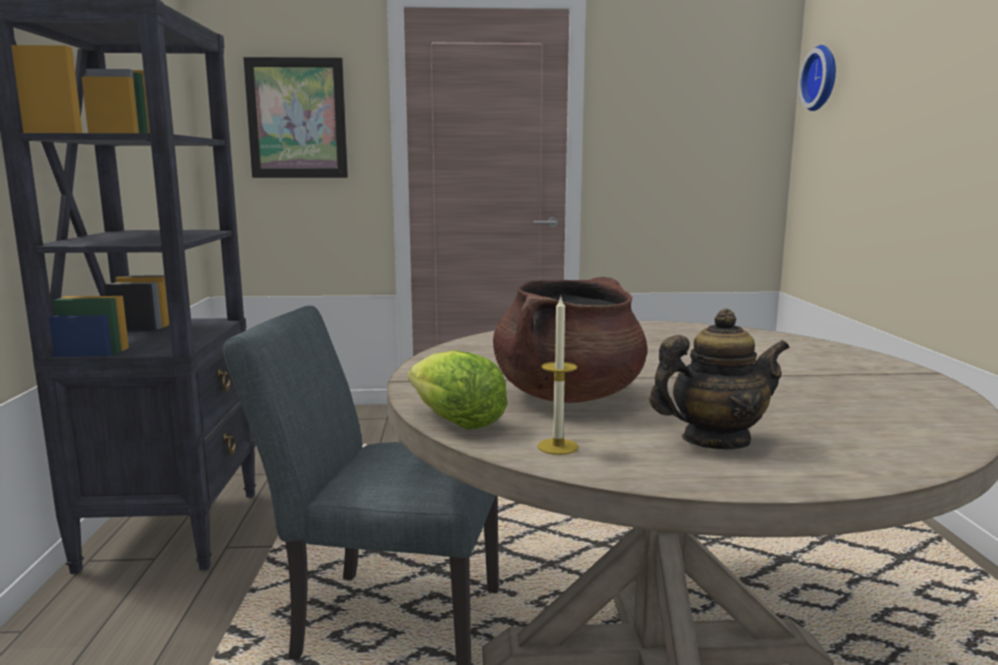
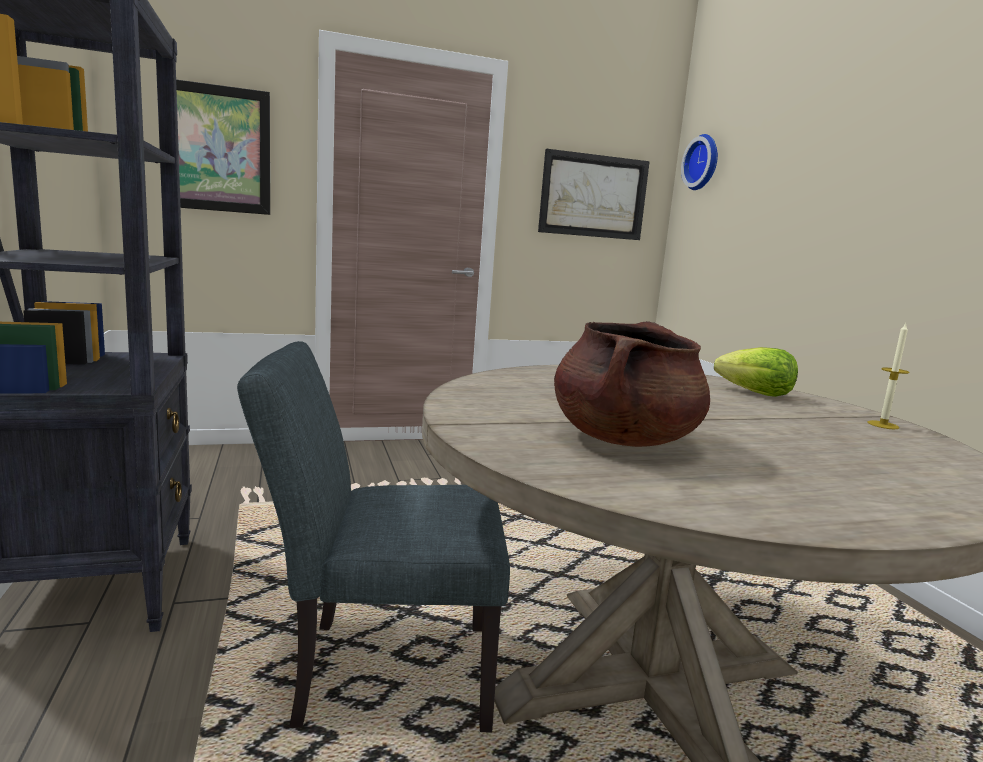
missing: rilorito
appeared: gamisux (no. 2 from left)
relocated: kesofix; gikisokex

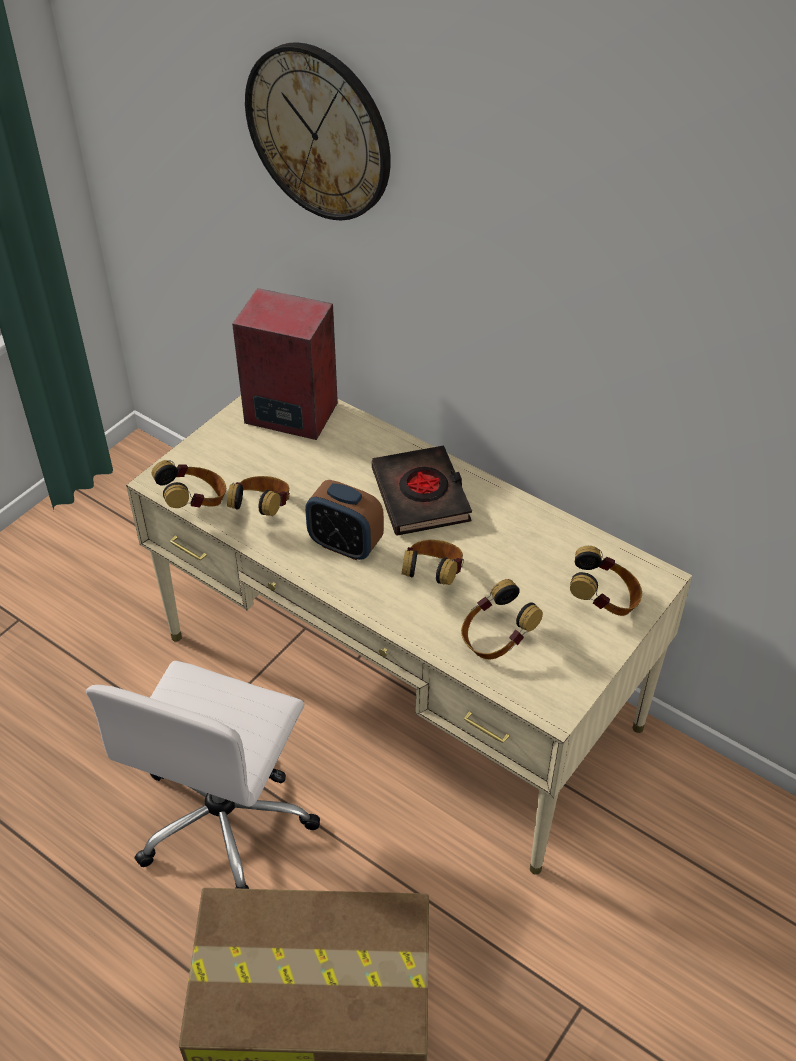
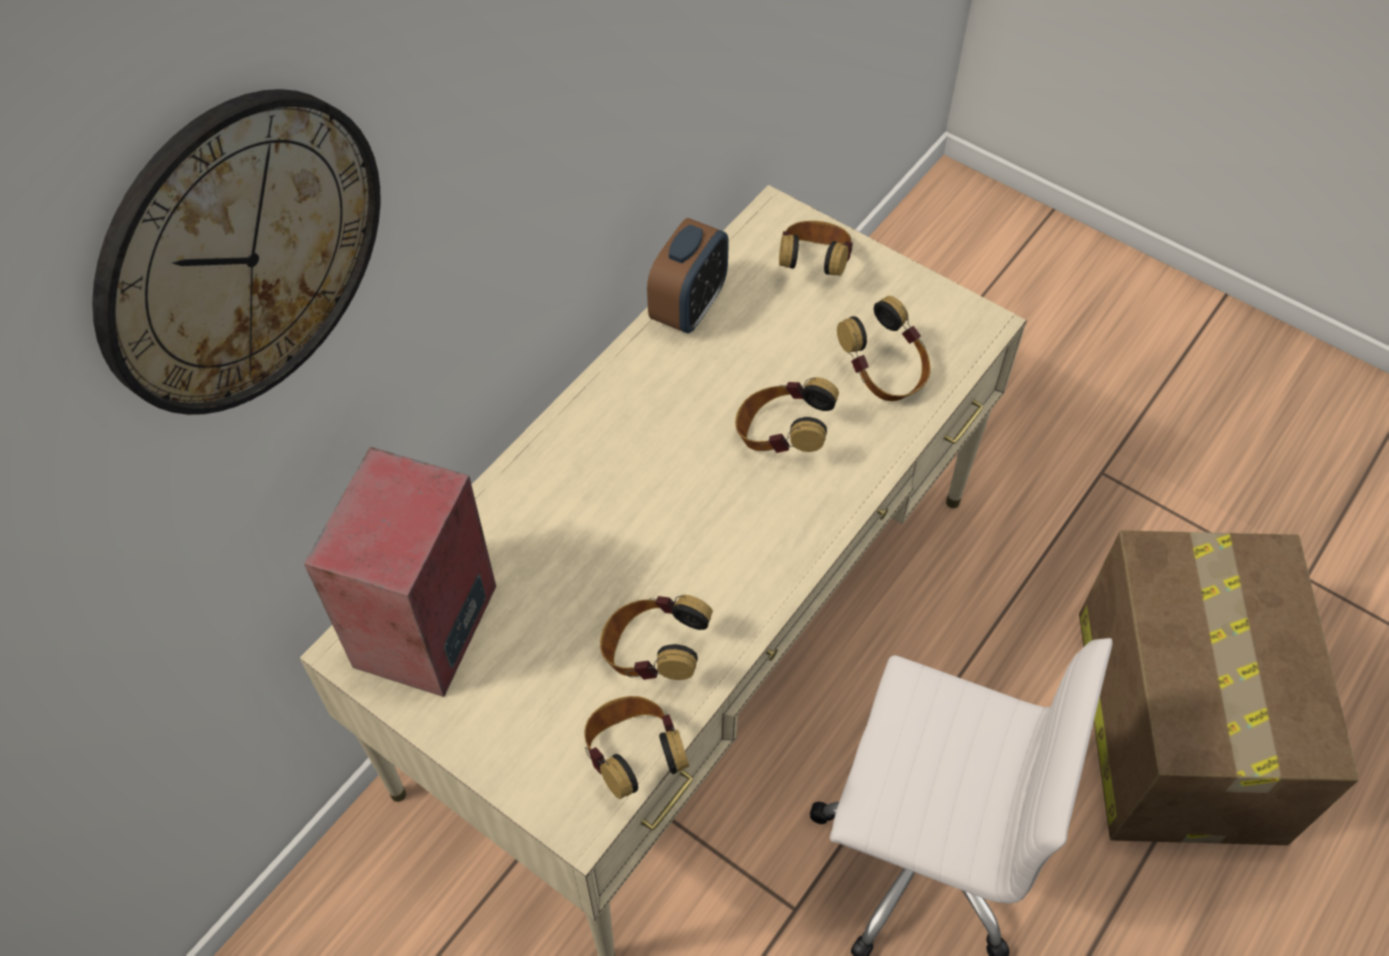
missing: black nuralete
relocated: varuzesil

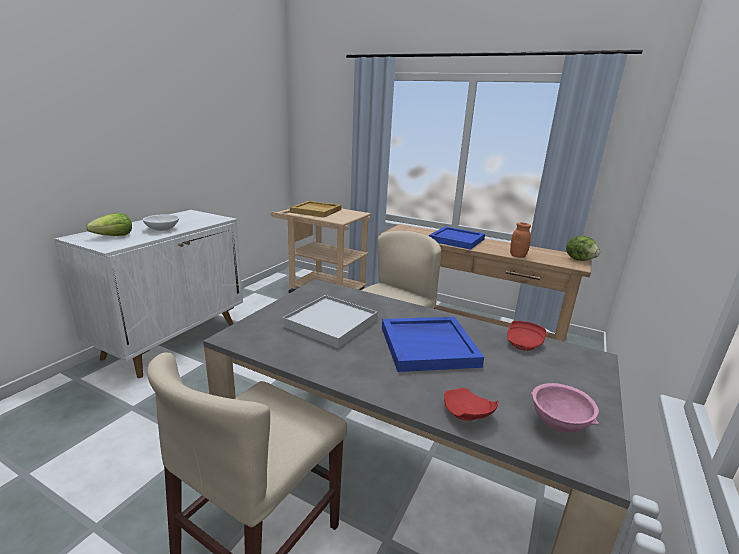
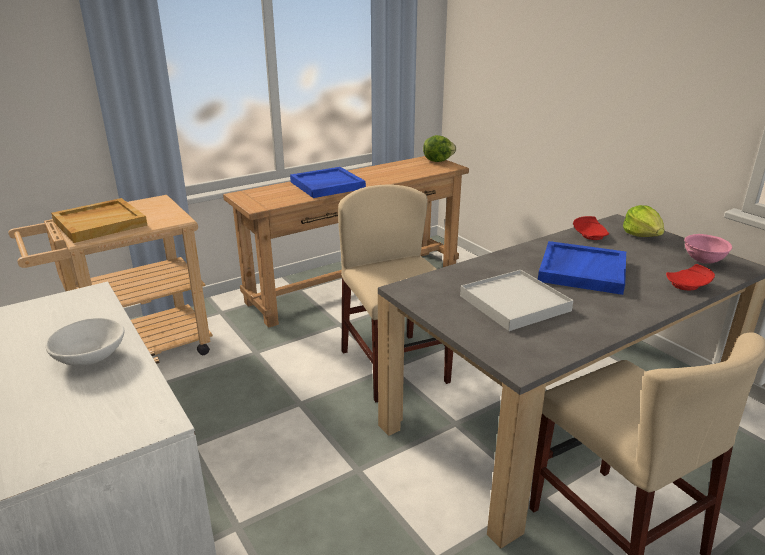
missing: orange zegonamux
relocated: kesofix (no. 1 from left in the first image) to kesofix (no. 2 from left)

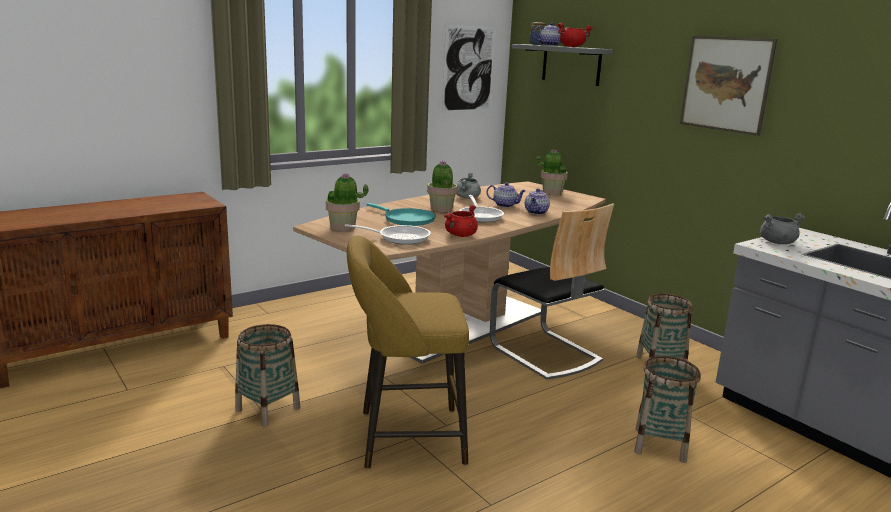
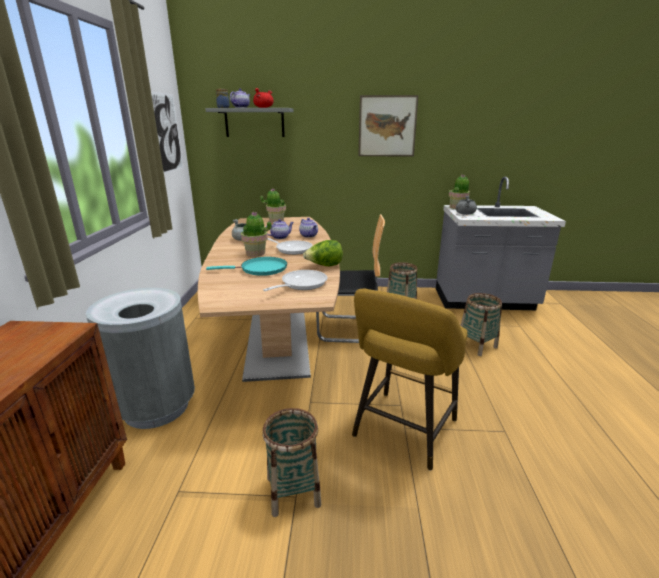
appeared: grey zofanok
relocated: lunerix (no. 1 from left in the first image) to lunerix (no. 3 from left)
exchanged: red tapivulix (no. 1 from left) to kesofix

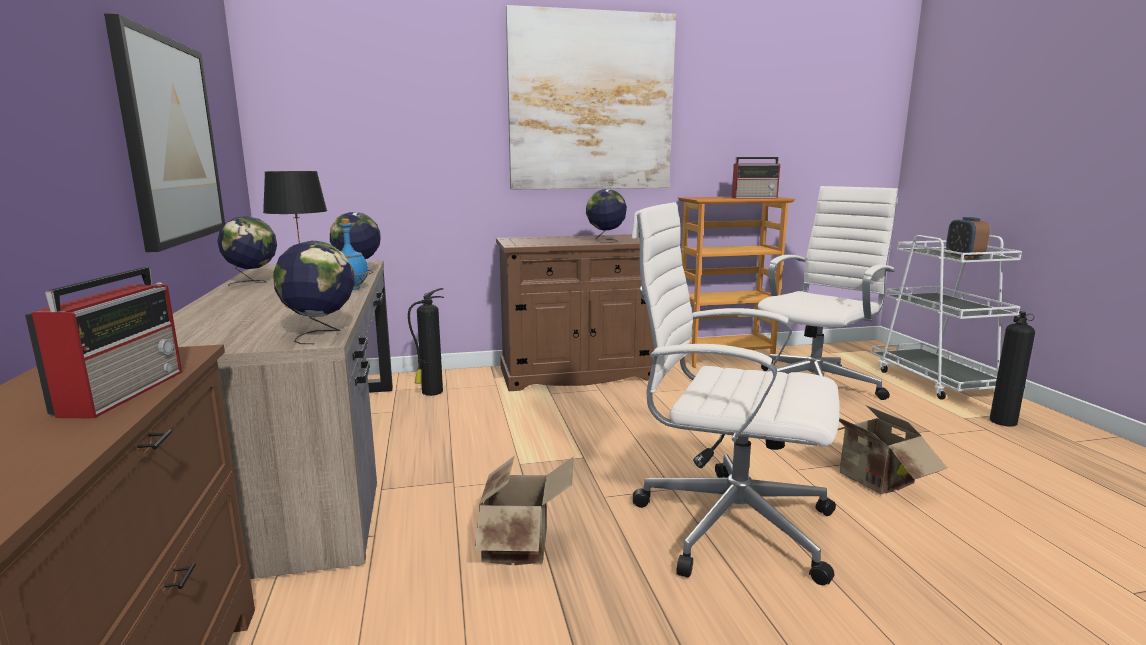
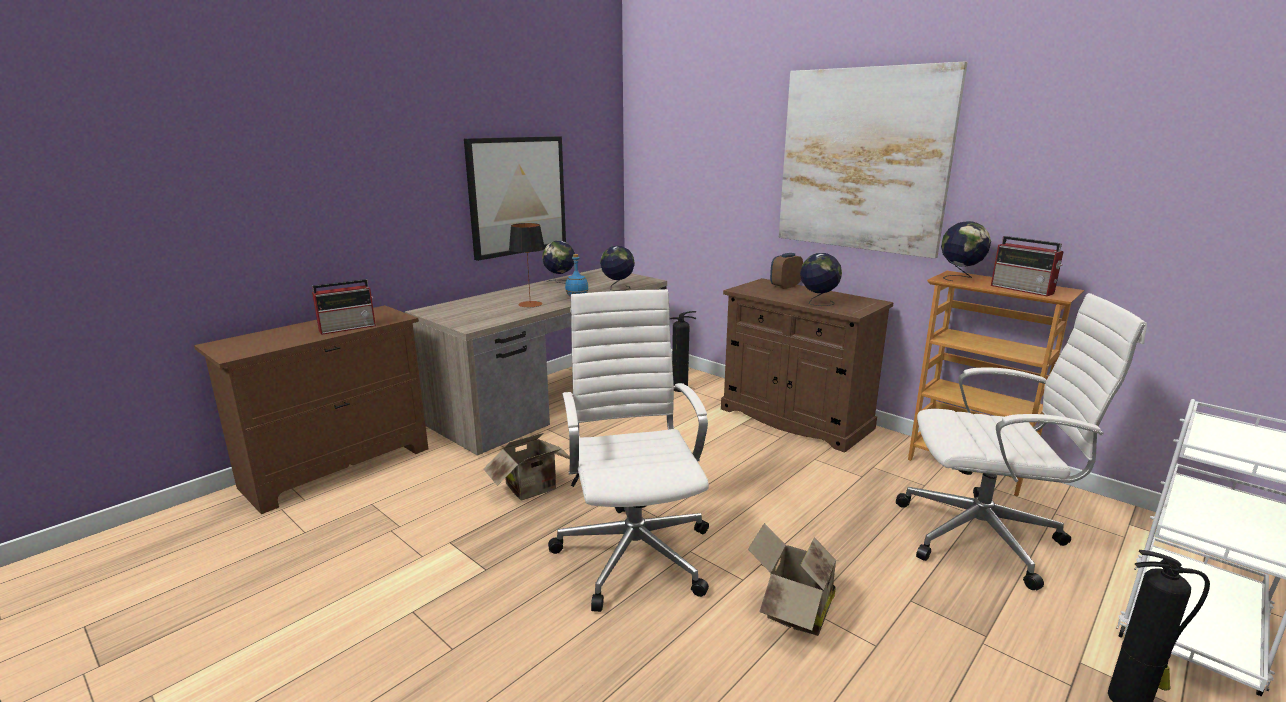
relocated: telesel (no. 2 from left in the first image) to telesel (no. 4 from left); varuzesil

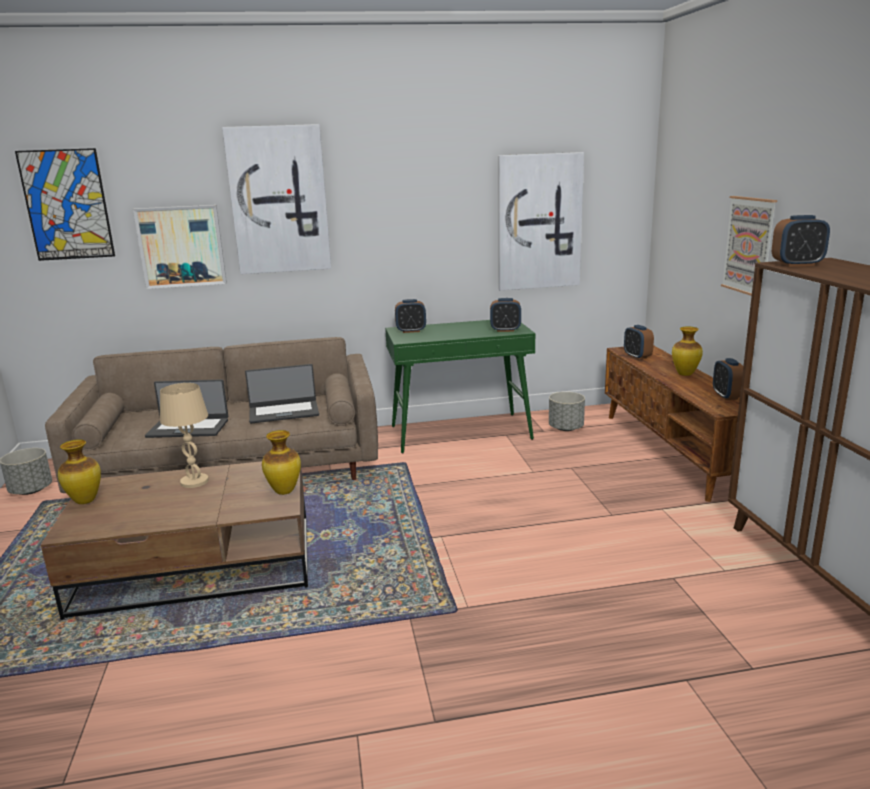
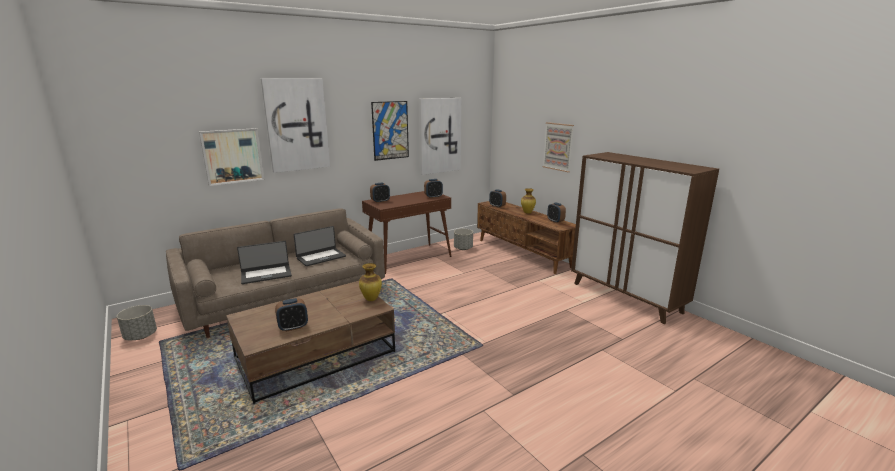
missing: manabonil (no. 1 from left); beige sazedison
relocated: gamisux (no. 1 from left in the first image) to gamisux (no. 3 from left); varuzesil (no. 5 from left in the first image) to varuzesil (no. 1 from left)
colour: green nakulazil to brown nakulazil

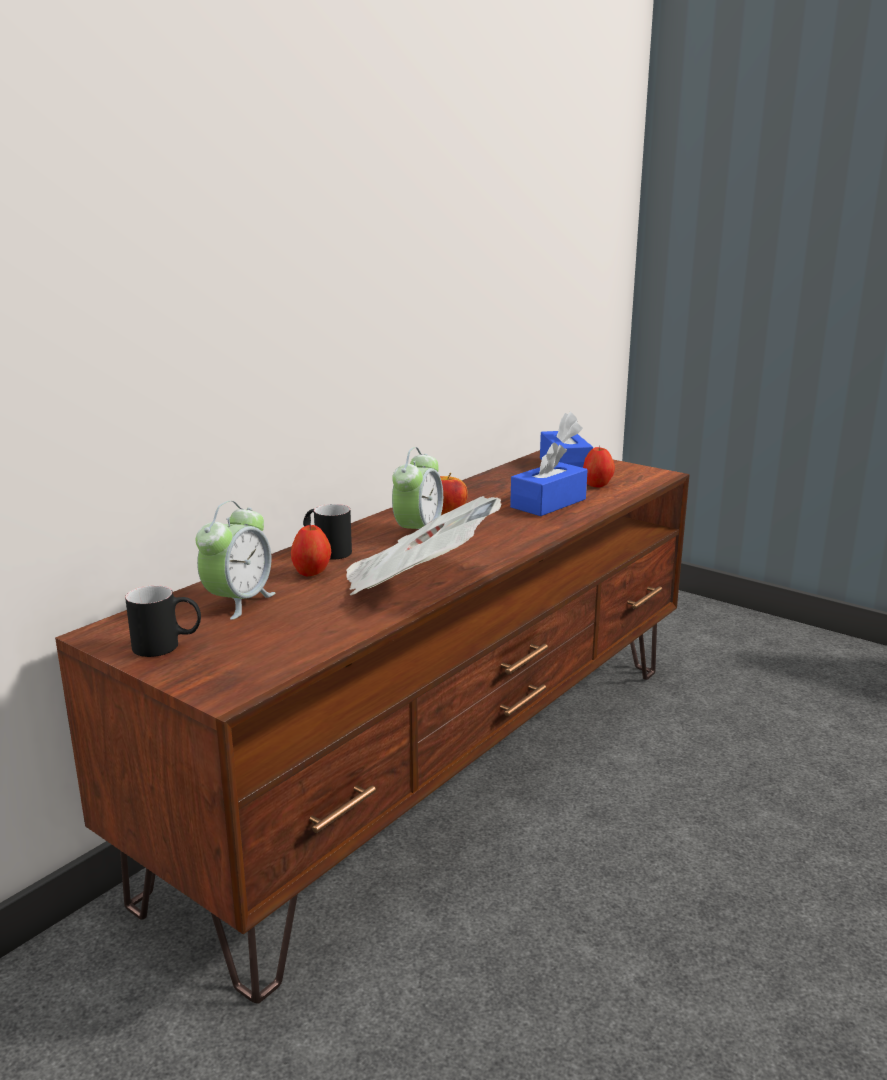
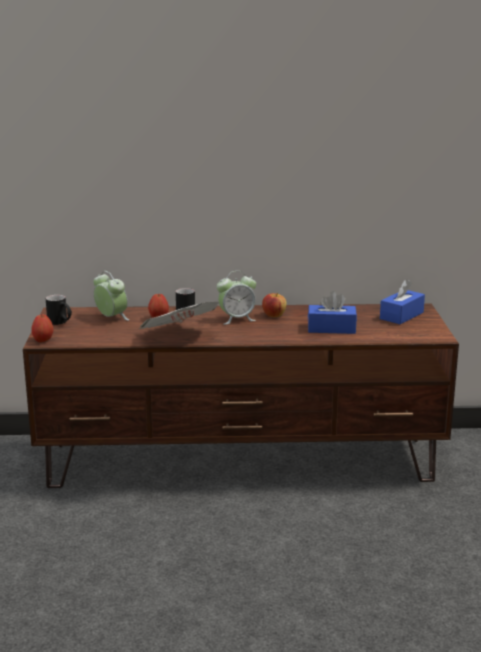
relocated: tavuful (no. 3 from left in the first image) to tavuful (no. 1 from left)
spun: varuzesil (no. 1 from left) 120 degrees counterclockwise

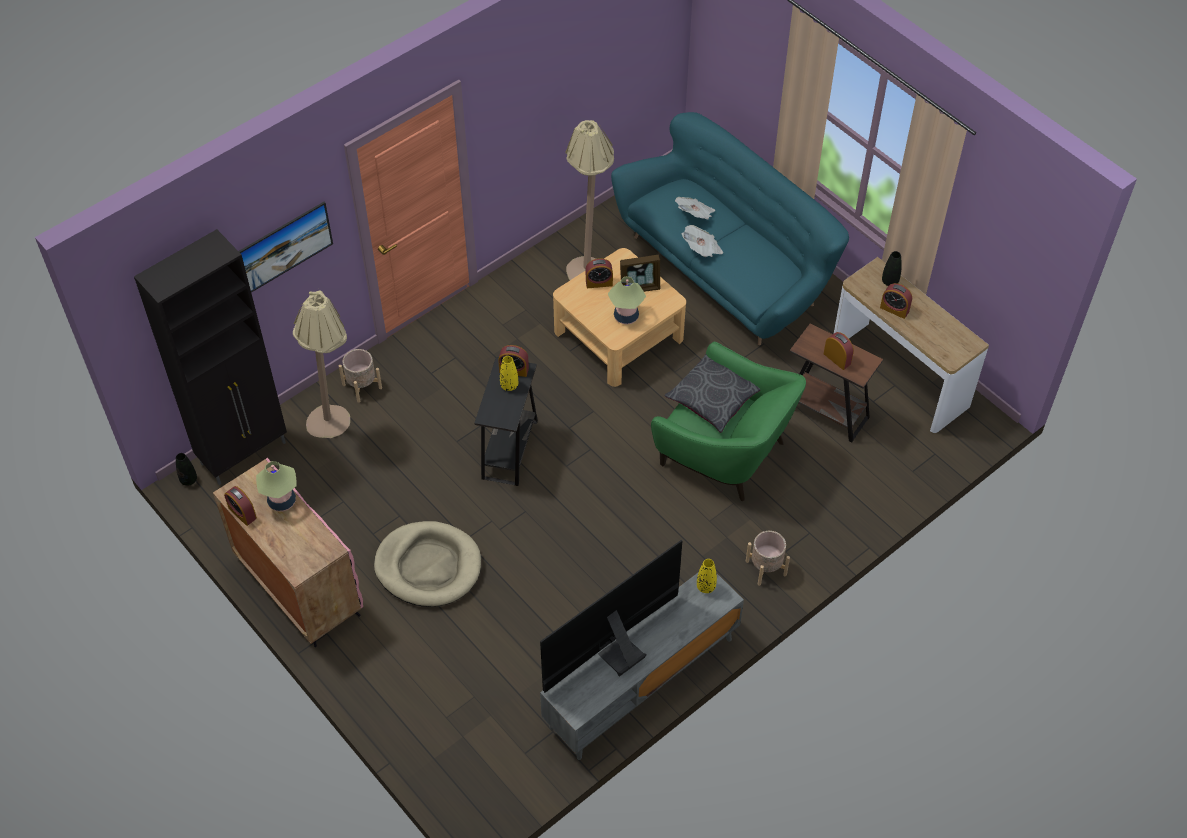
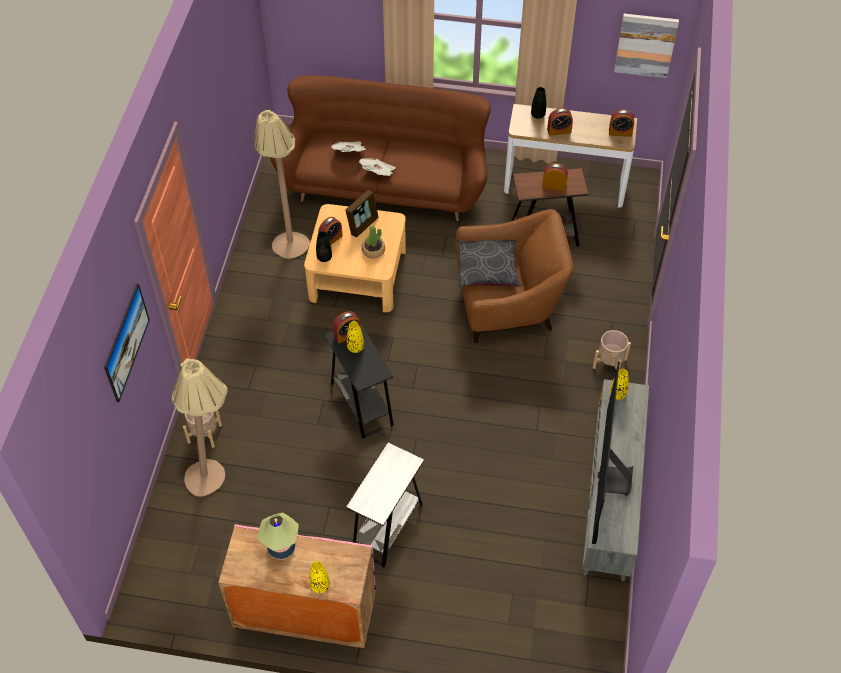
missing: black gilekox
appeared: yellow manabonil (no. 1 from left); gamisux (no. 2 from left)
relocated: black manabonil (no. 1 from left); varuzesil (no. 1 from left in the first image) to varuzesil (no. 5 from left)
exchanged: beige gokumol to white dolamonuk; sazedison (no. 2 from left) to lunerix
colour: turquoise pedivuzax to brown pedivuzax; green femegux to brown femegux

